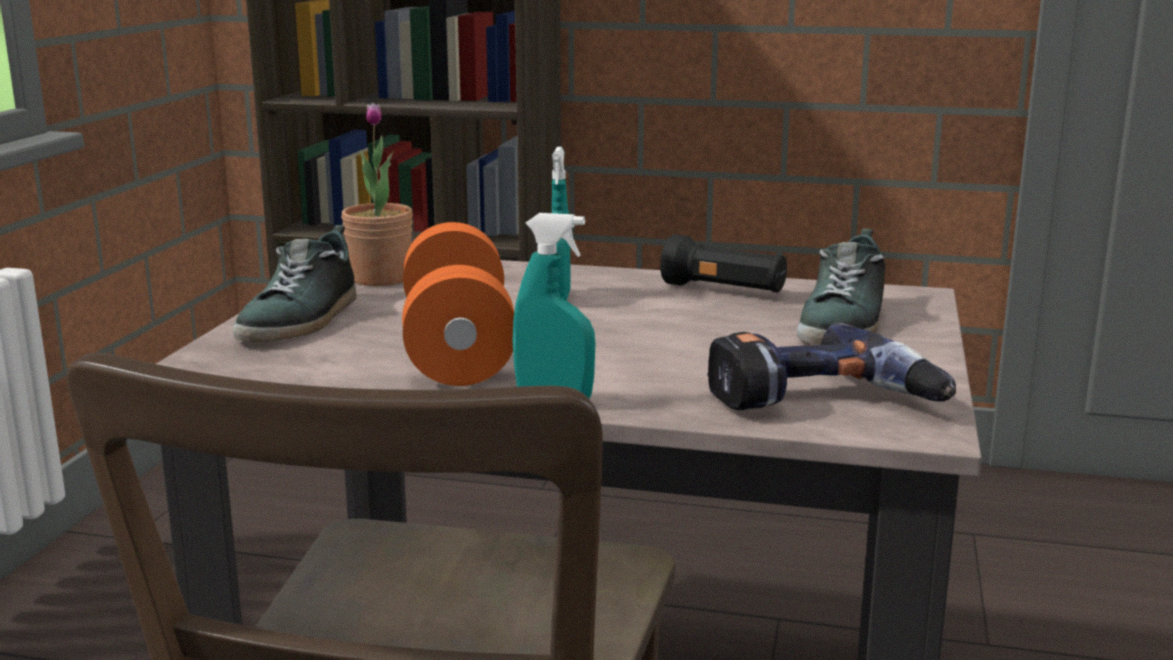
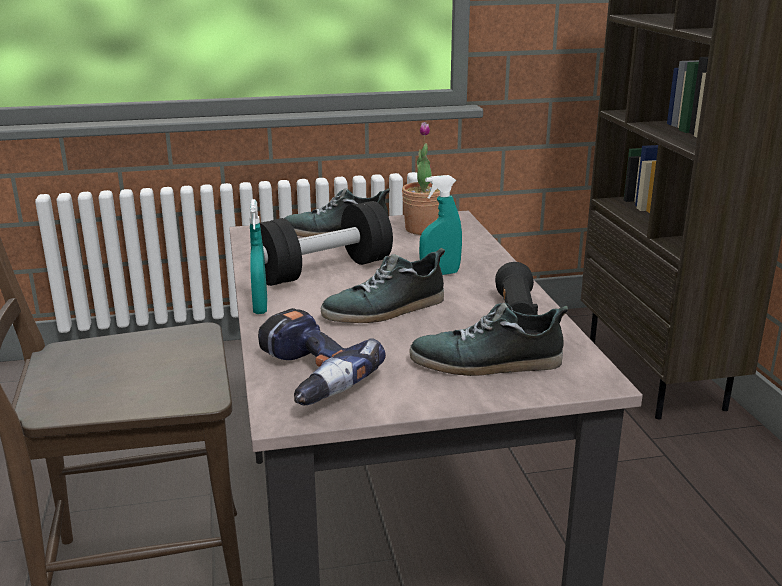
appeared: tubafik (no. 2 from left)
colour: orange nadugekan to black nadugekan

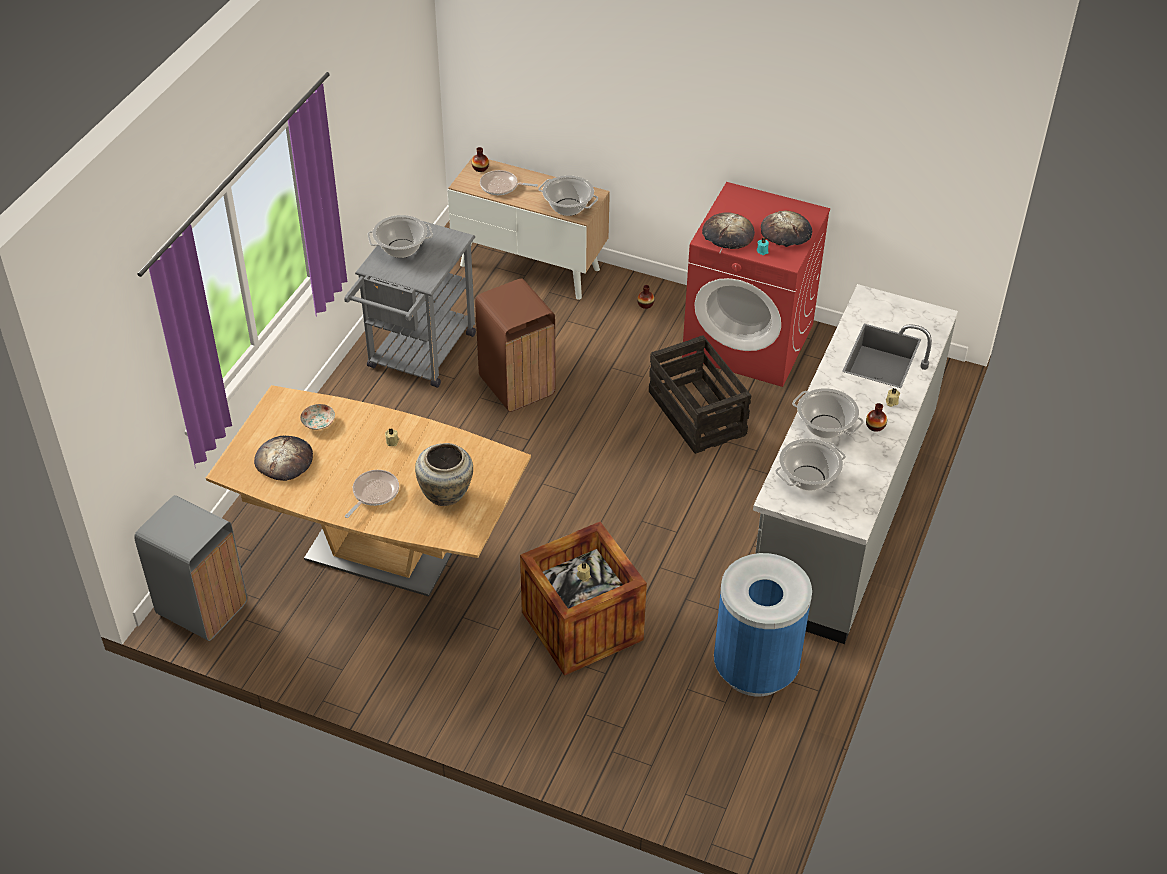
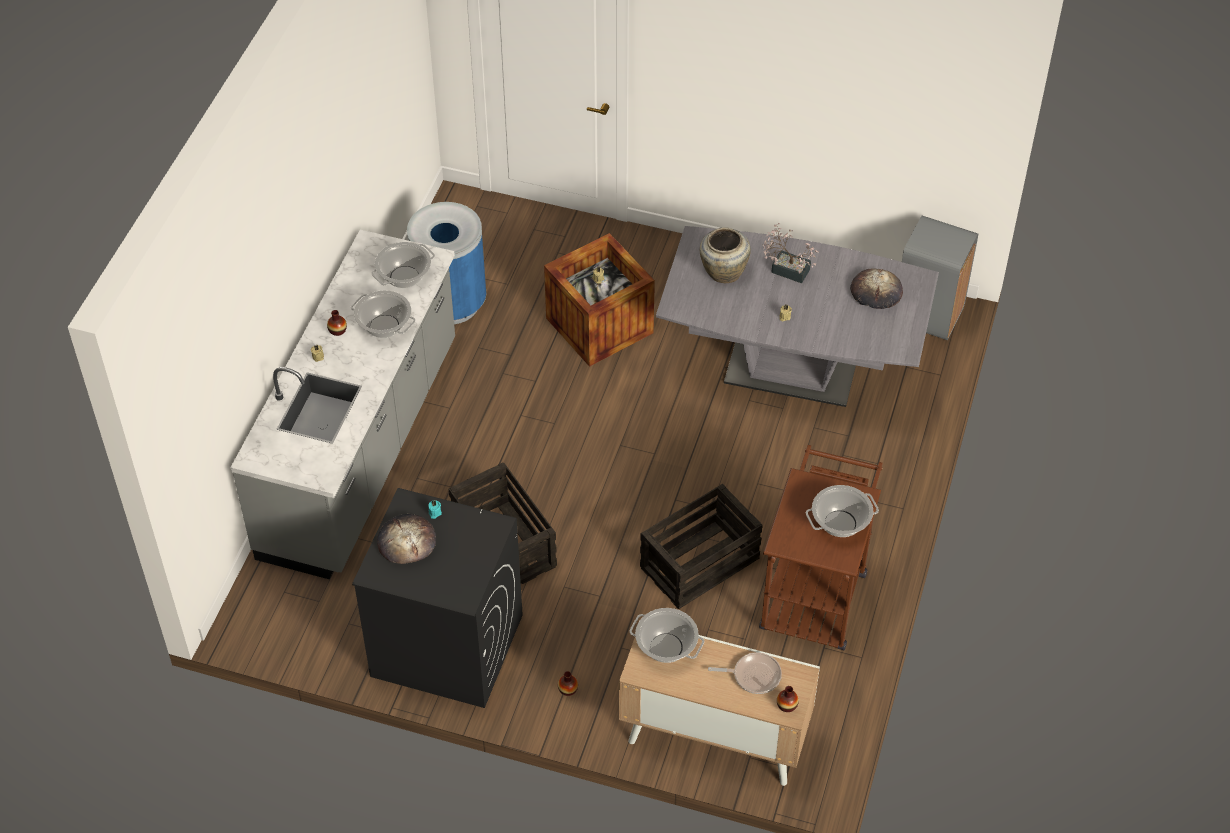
missing: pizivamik; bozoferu (no. 2 from left)
exchanged: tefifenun (no. 1 from left) to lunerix; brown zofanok to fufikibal (no. 3 from left)
colour: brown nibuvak to grey nibuvak; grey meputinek to brown meputinek; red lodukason to black lodukason

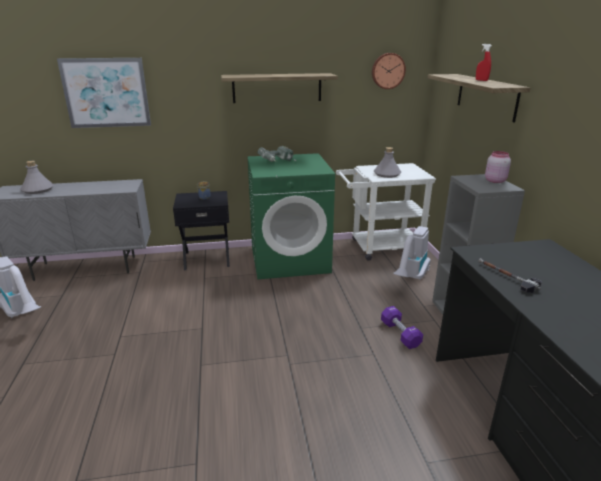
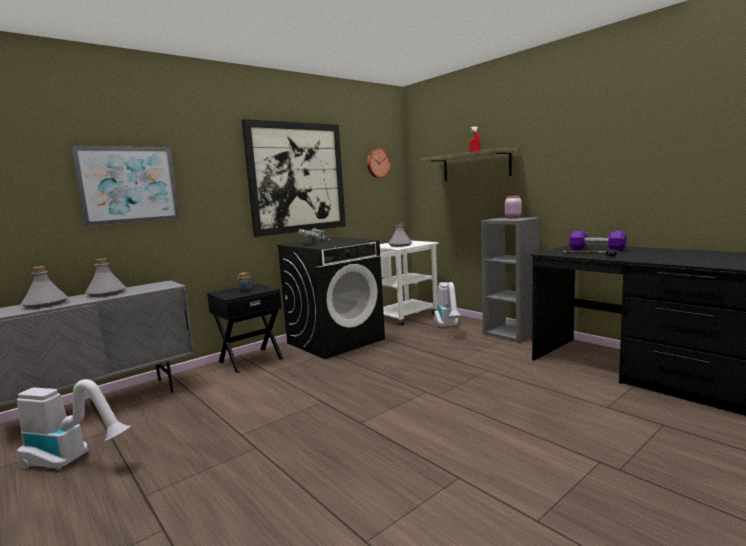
appeared: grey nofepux (no. 2 from left)
relocated: purple nadugekan
exchanged: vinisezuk (no. 1 from left) to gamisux (no. 2 from left)
colour: green lodukason to black lodukason

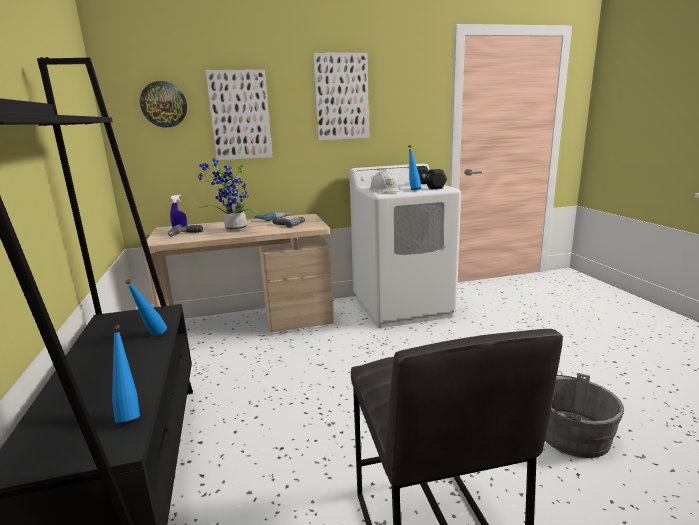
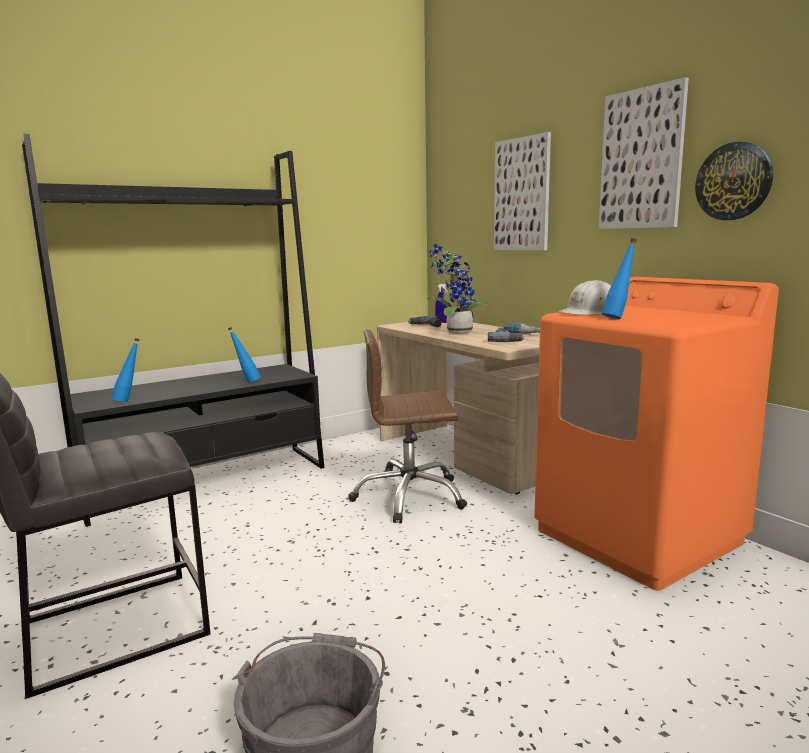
missing: black nadugekan
appeared: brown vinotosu
relocated: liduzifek
colour: white lodukason to orange lodukason

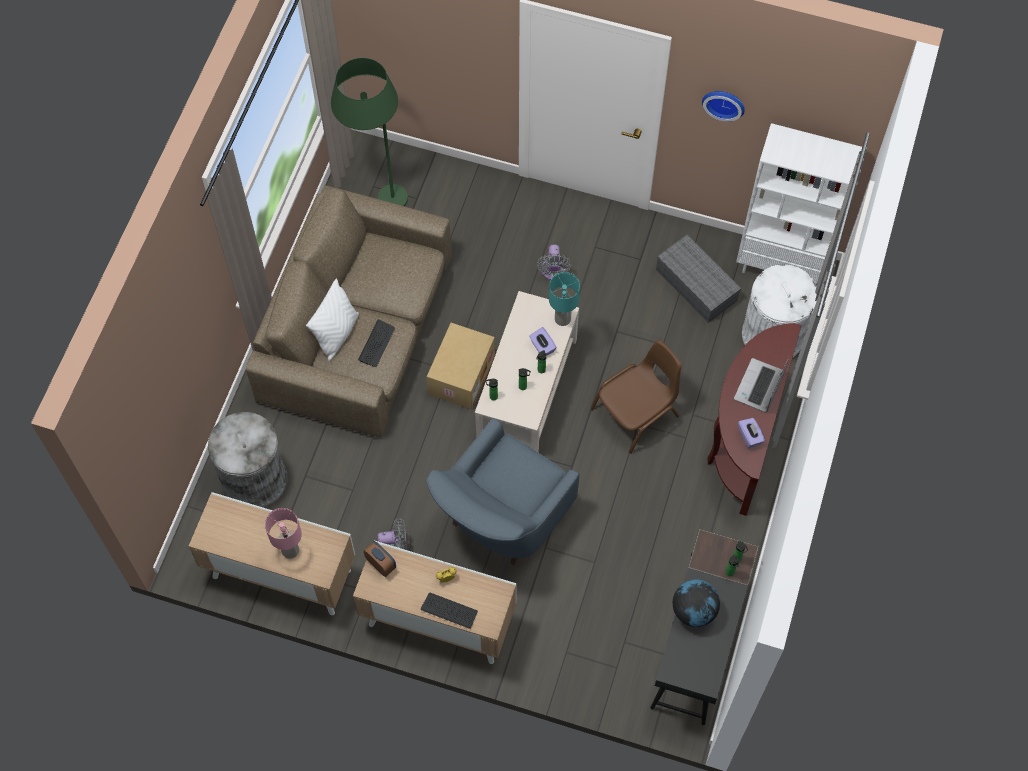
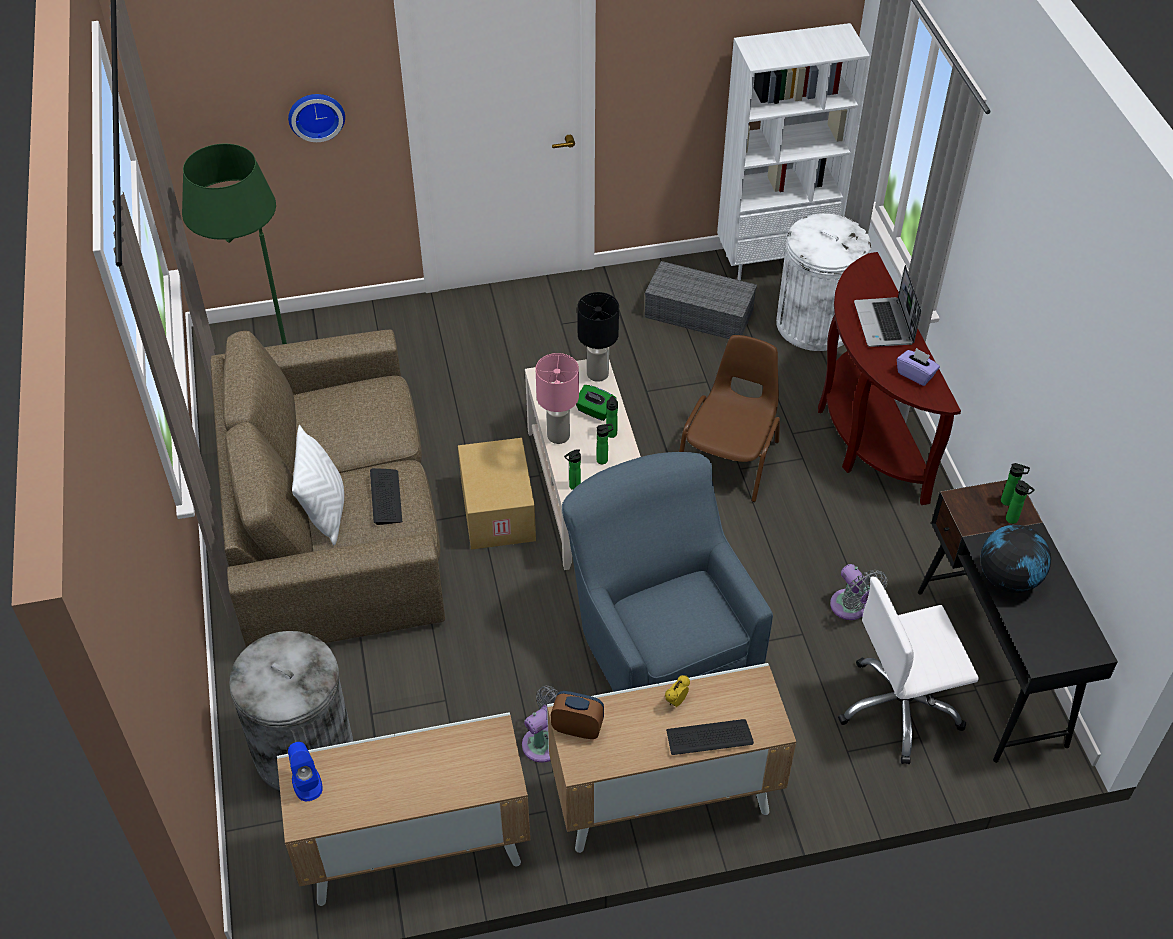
appeared: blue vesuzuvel; white vinotosu
relocated: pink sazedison; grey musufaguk (no. 2 from left); liduzifek
colour: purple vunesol (no. 1 from left) to green vunesol; turquoise sazedison to black sazedison
spun: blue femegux 150 degrees clockwise

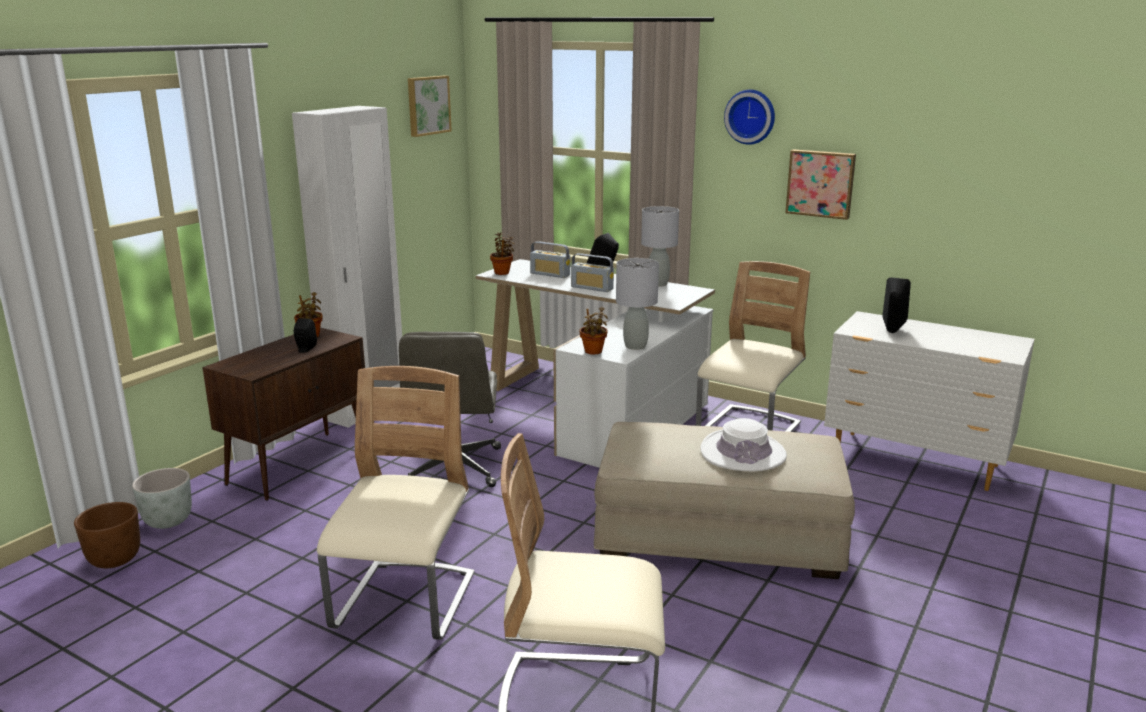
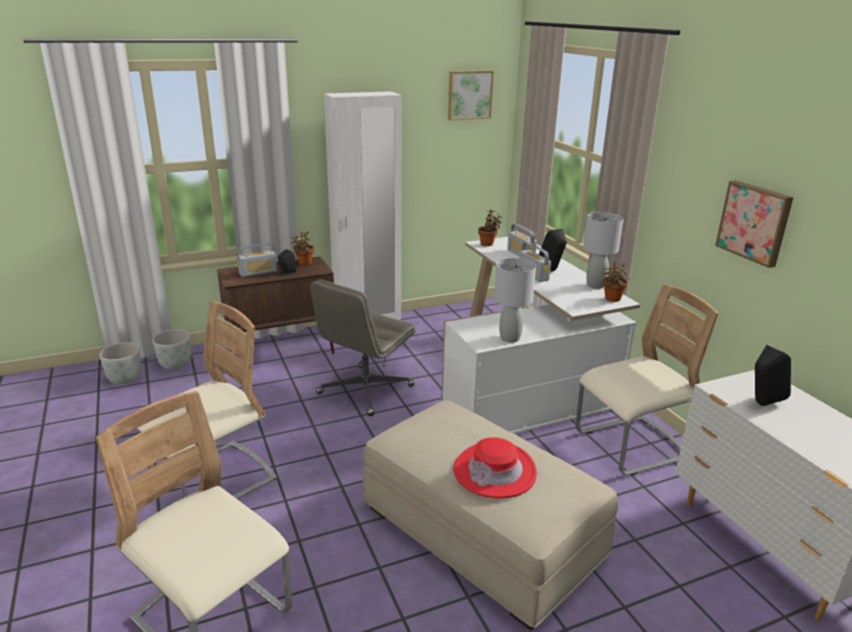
missing: liduzifek
appeared: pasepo (no. 1 from left)
relocated: lunerix (no. 3 from left)
colour: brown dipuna to grey dipuna (no. 1 from left); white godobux to red godobux

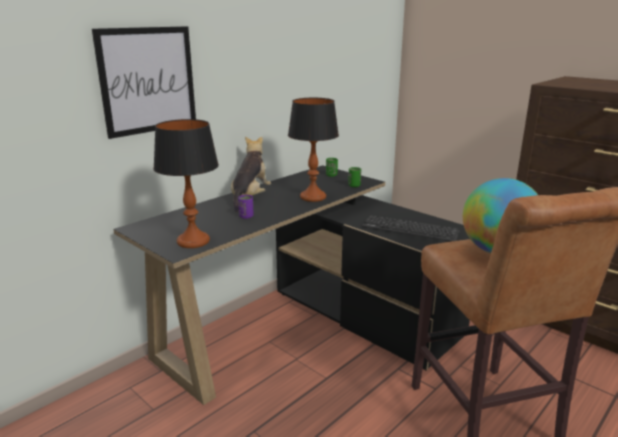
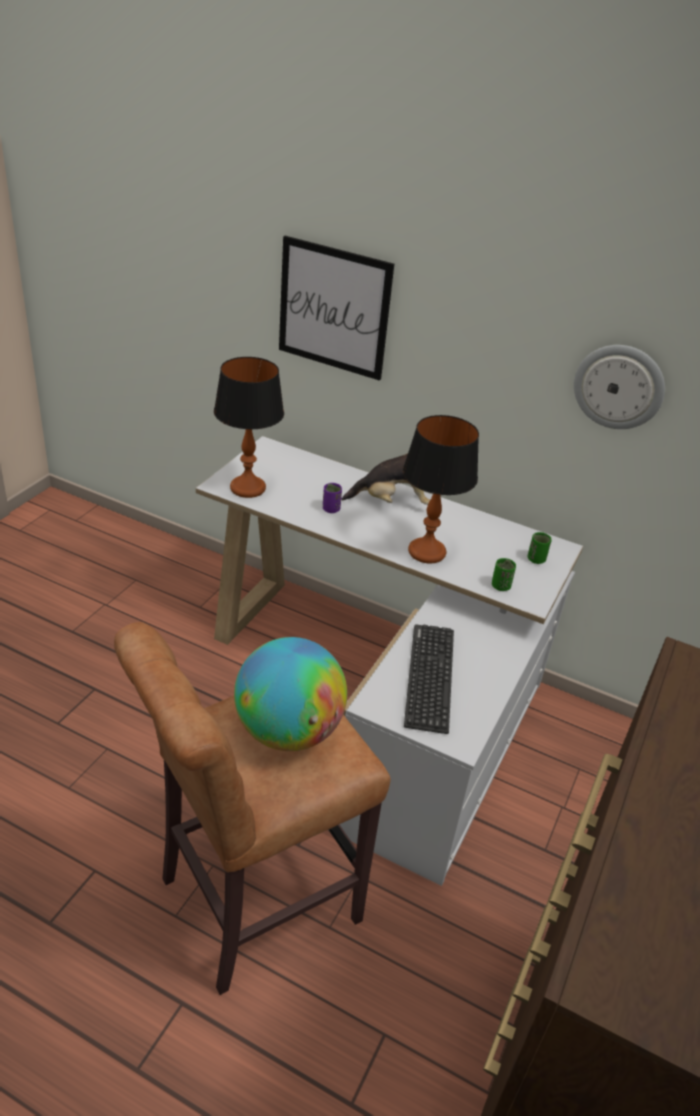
appeared: liduzifek
colour: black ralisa to white ralisa

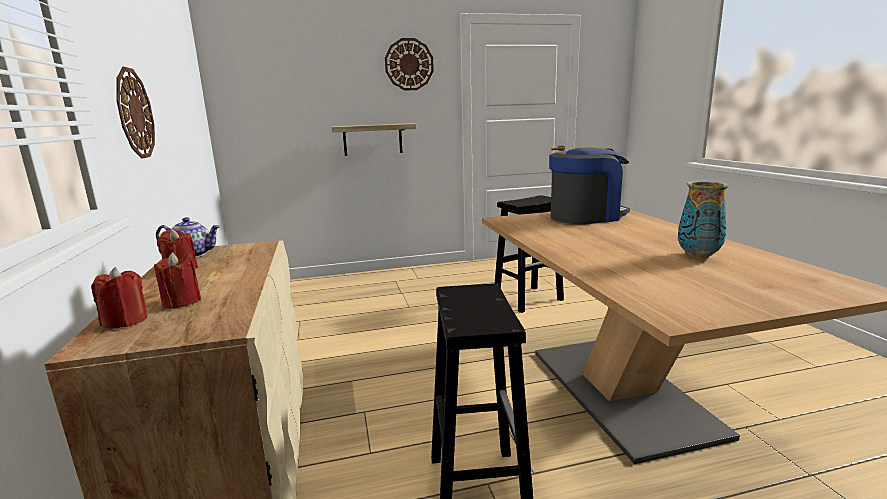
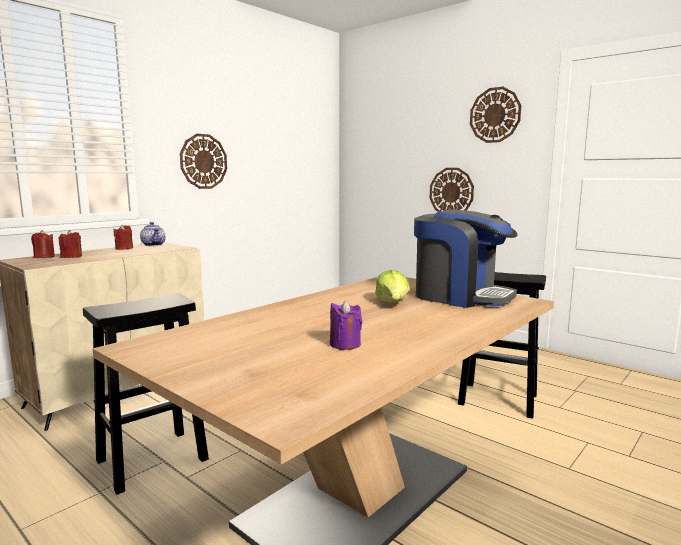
appeared: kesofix
exchanged: vinisezuk to liduzifek (no. 2 from left); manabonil to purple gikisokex

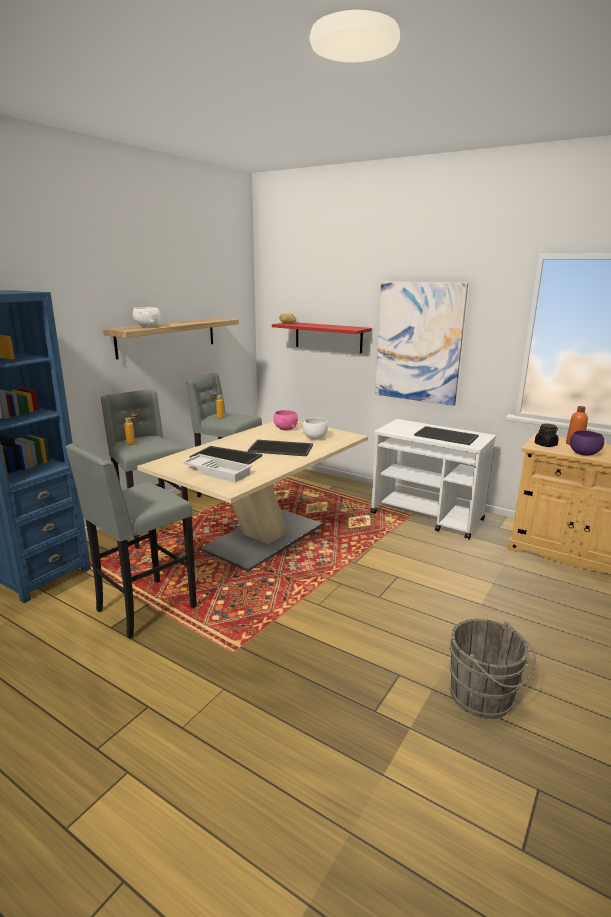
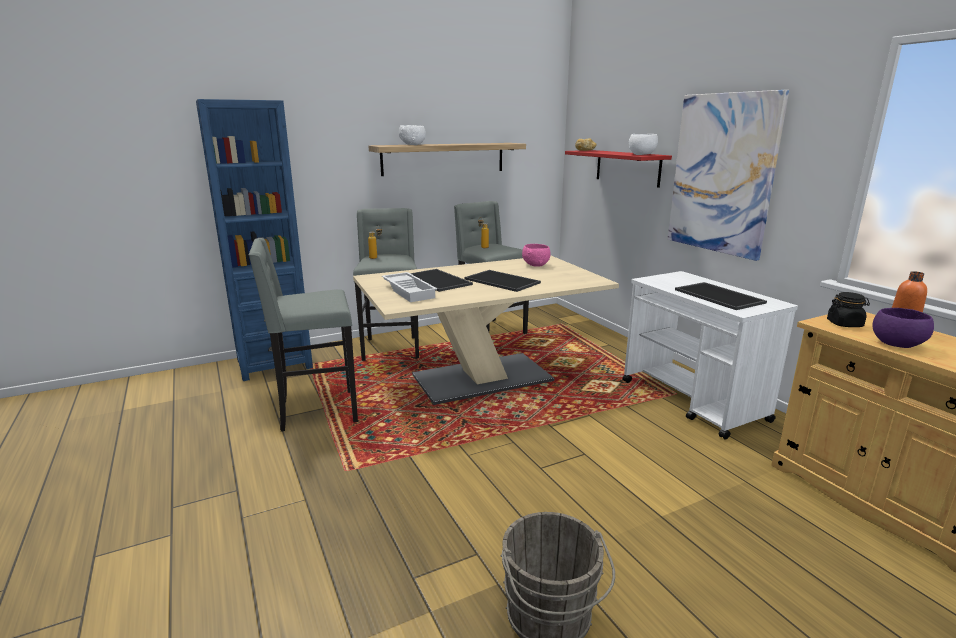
relocated: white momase (no. 2 from left)

